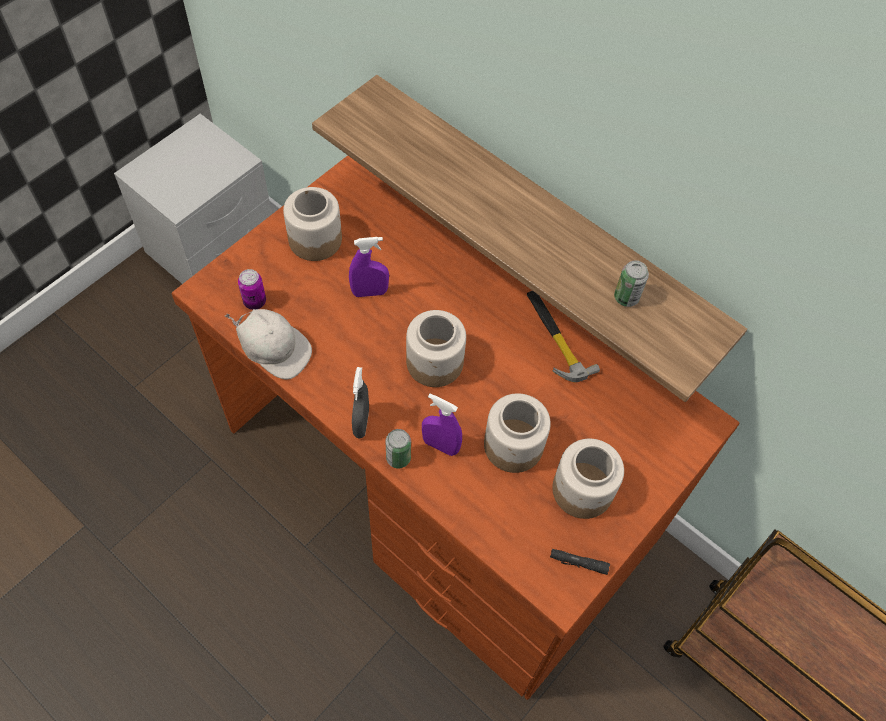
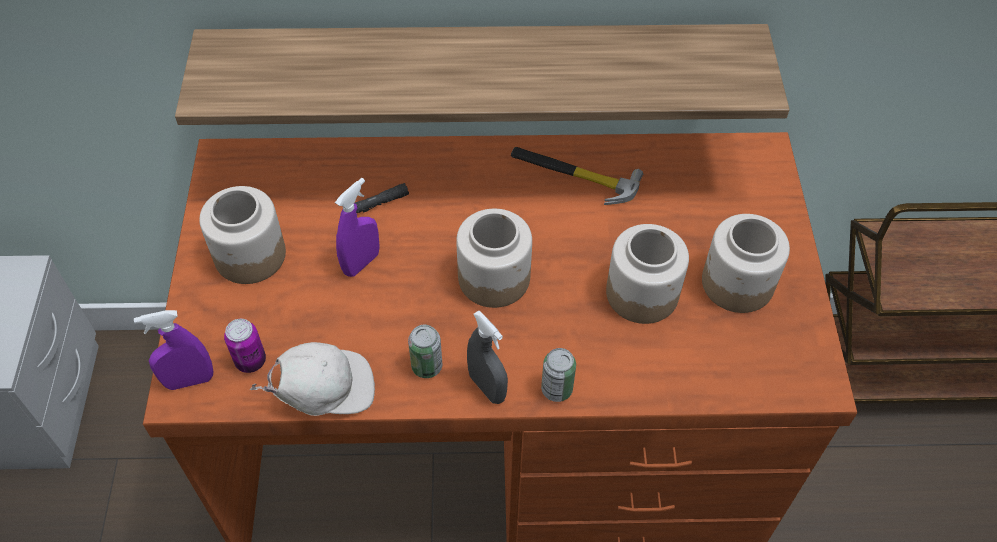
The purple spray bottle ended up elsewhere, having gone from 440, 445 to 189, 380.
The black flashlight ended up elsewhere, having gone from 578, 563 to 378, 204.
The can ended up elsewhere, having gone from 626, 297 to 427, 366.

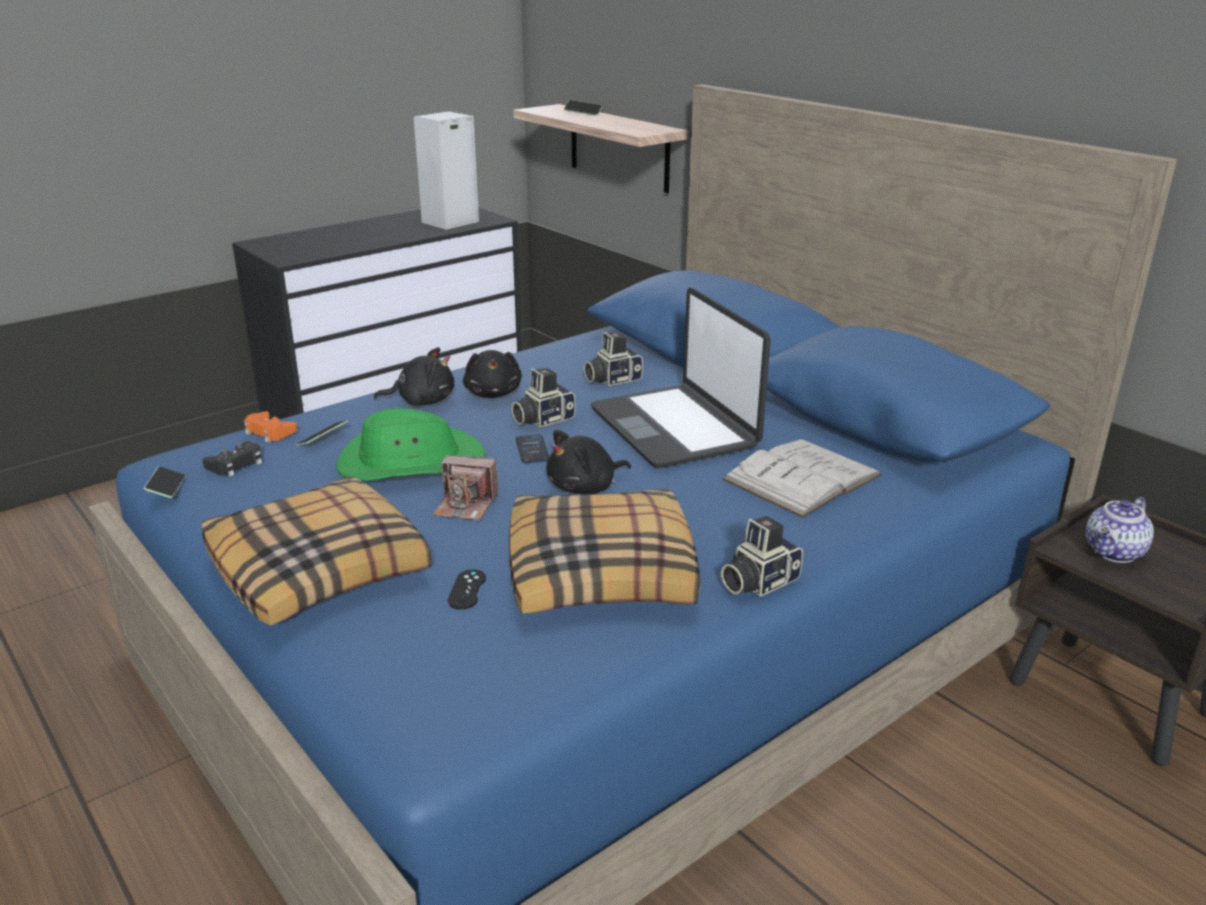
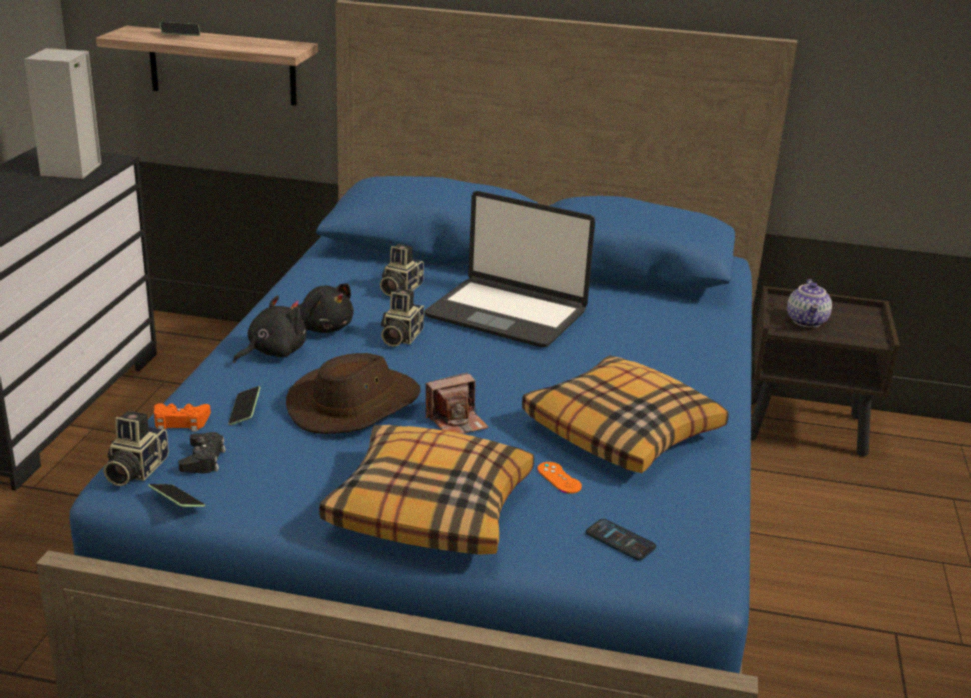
The second view lost the black plush toy at 585, 487.
The second view lost the white book at 802, 477.
The phone ended up elsewhere, having gone from 532, 450 to 620, 540.
The photo camera ended up elsewhere, having gone from 757, 582 to 134, 470.
What was the green hat at 410, 462 turned into the brown hat at 354, 404.
What was the black game controller at 467, 589 turned into the orange game controller at 559, 478.

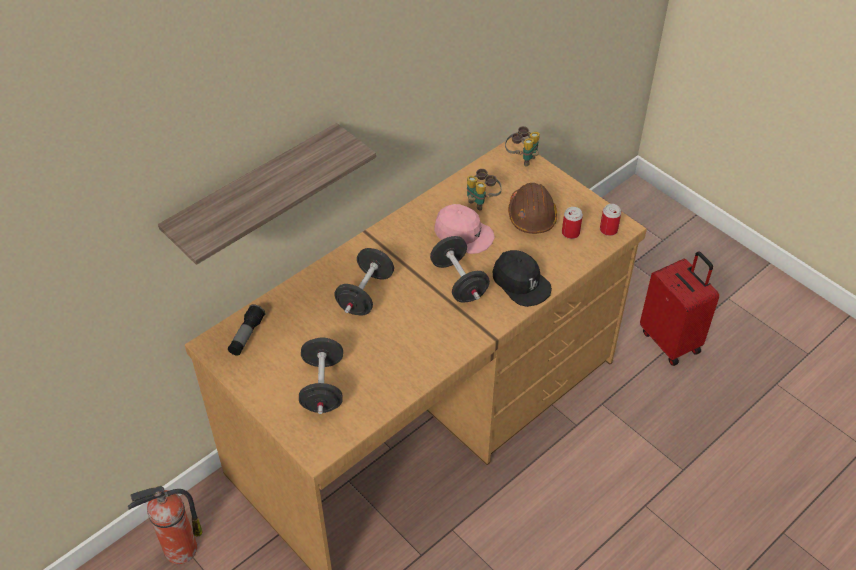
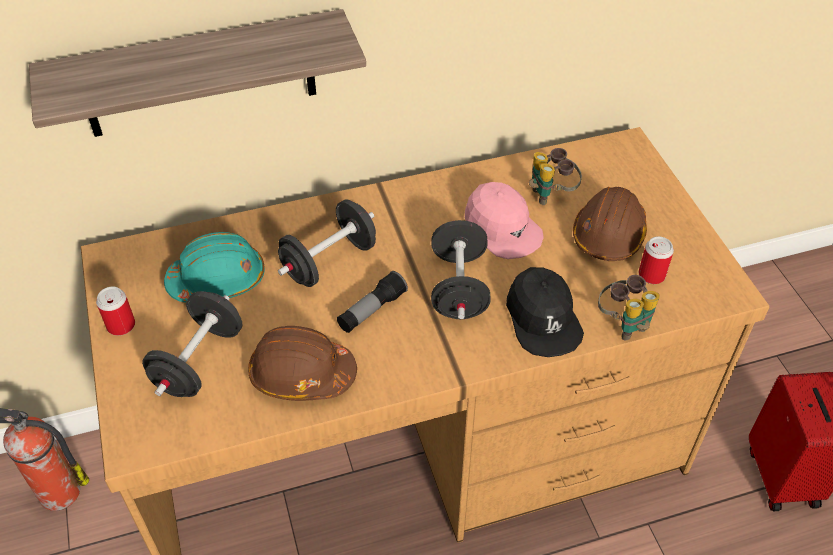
The second view gained the turquoise hard hat at 218, 280.
The second view gained the brown hard hat at 301, 374.
The flashlight ended up elsewhere, having gone from 246, 336 to 372, 310.
The binoculars ended up elsewhere, having gone from 521, 158 to 624, 323.
The can ended up elsewhere, having gone from 608, 230 to 121, 325.

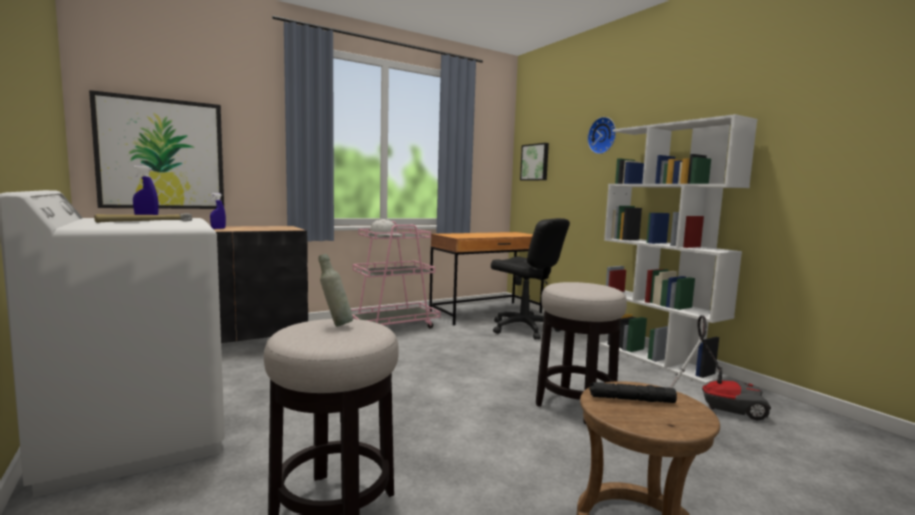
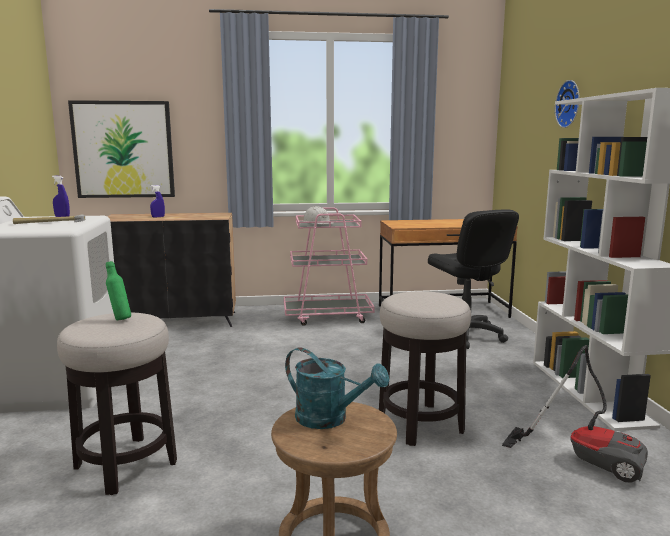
The second view lost the picture at 535, 162.
Where the black flashlight stood at 631, 399, the turquoise watering can came to stand at 330, 419.
What was the grey bottle at 335, 325 turned into the green bottle at 119, 319.

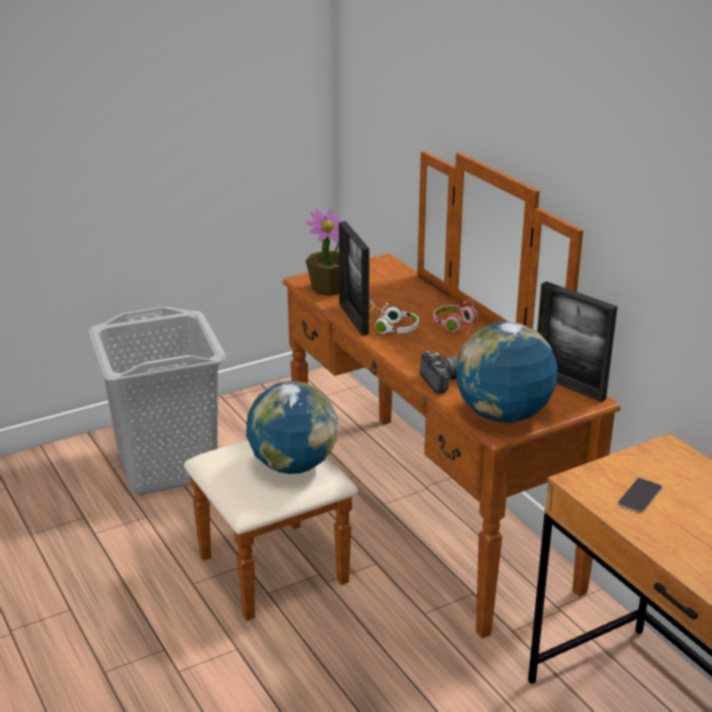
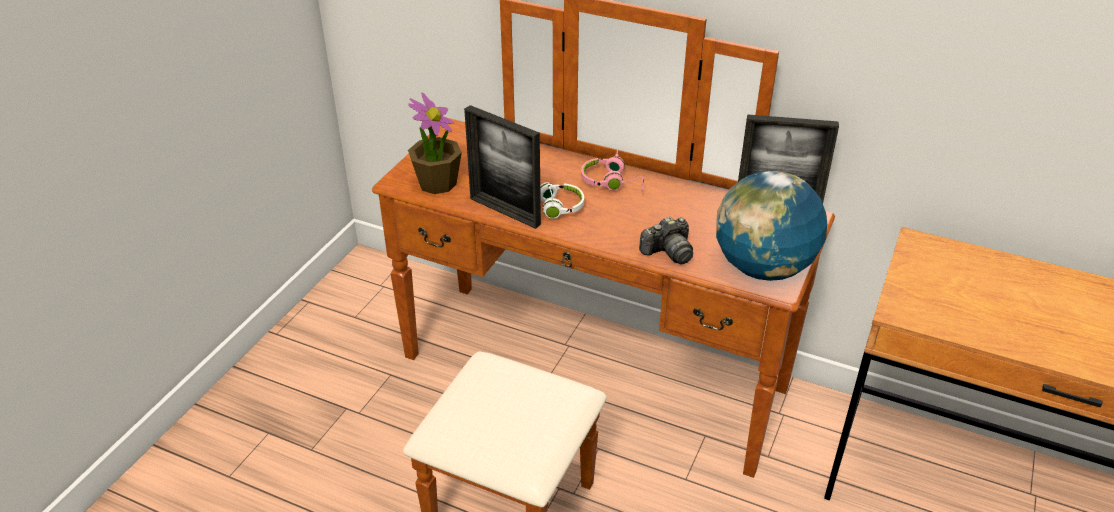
The second view lost the grey laundry basket at 168, 465.
The second view lost the globe at 293, 465.
The second view lost the phone at 640, 495.
The photo camera at 440, 381 ended up facing another way, 120 degrees clockwise from before.

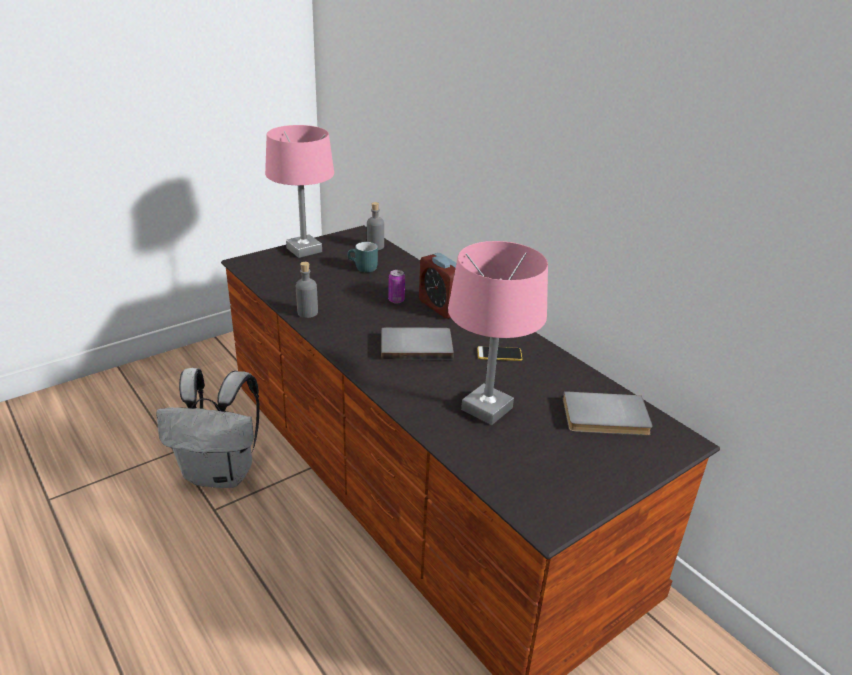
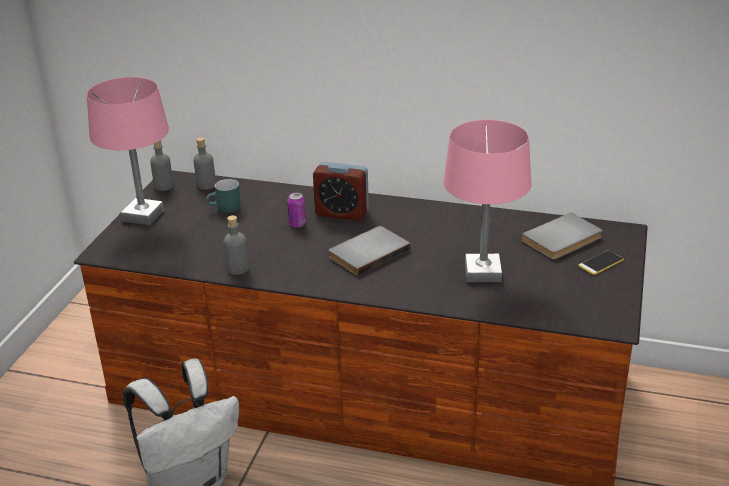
The second view gained the grey bottle at 164, 186.
The phone ended up elsewhere, having gone from 499, 354 to 601, 263.

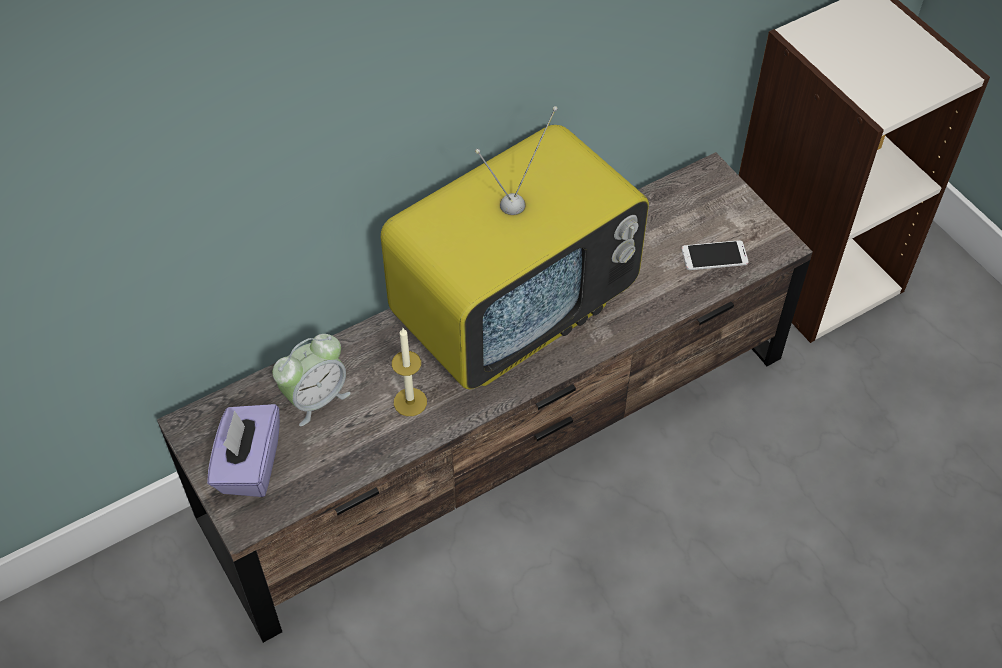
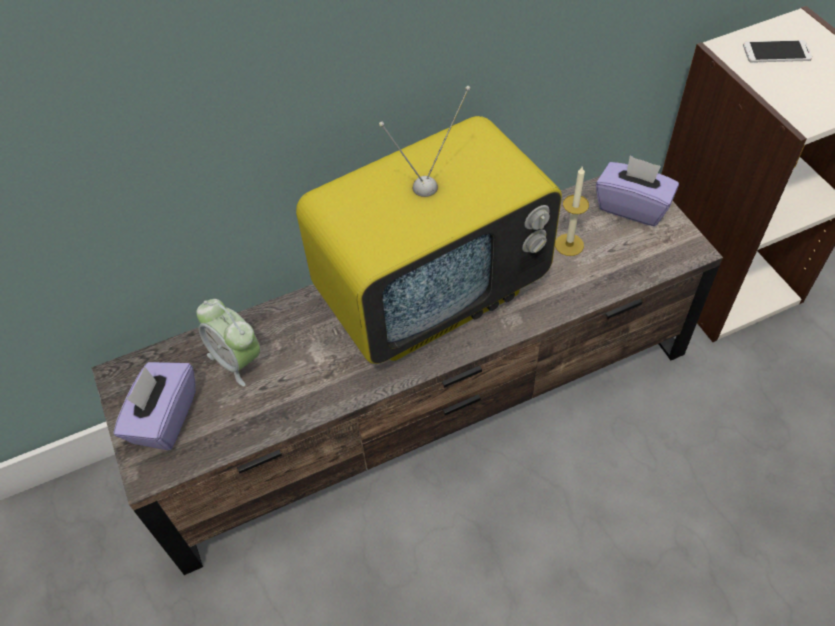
The second view gained the purple tissue box at 632, 206.
The candle ended up elsewhere, having gone from 410, 402 to 569, 244.
The phone ended up elsewhere, having gone from 714, 256 to 776, 52.
The alarm clock at 316, 398 ended up facing another way, 75 degrees clockwise from before.

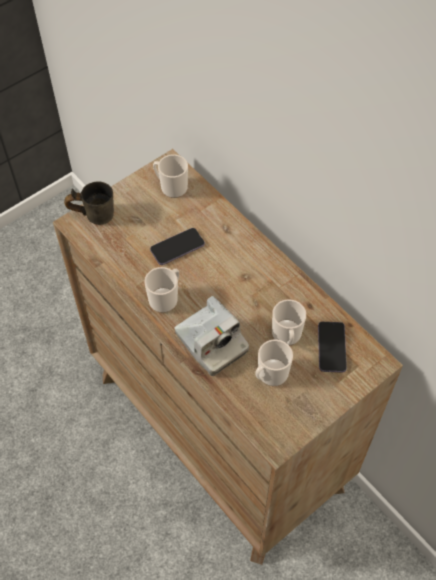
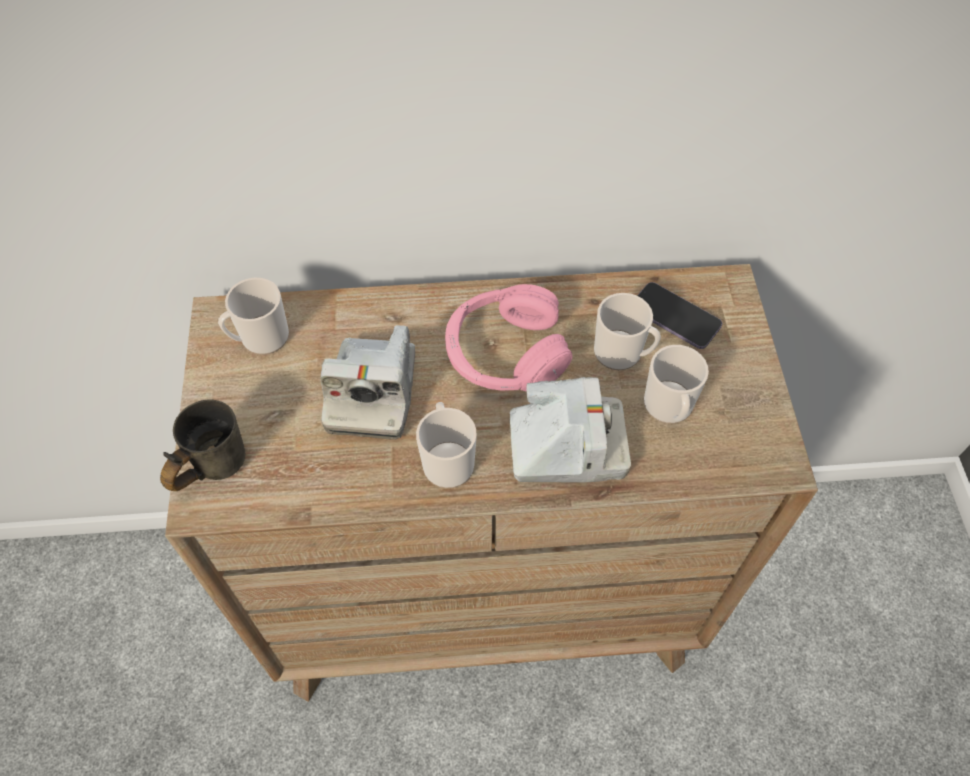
The second view gained the pink headphones at 505, 353.
Where the phone stood at 177, 247, the photo camera came to stand at 372, 393.

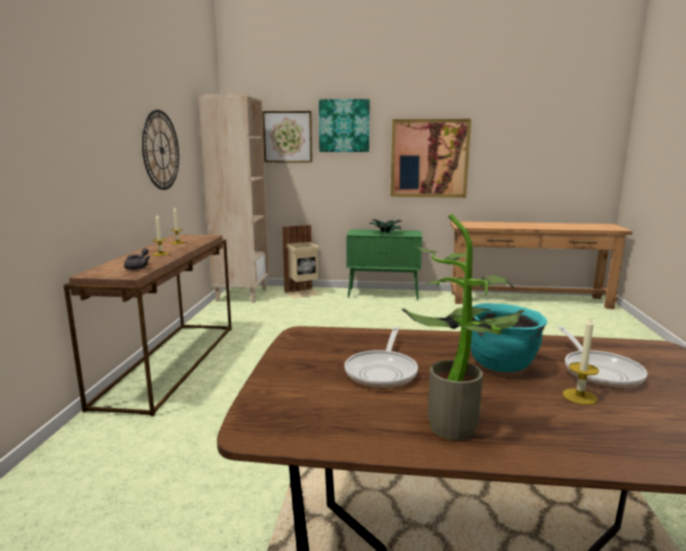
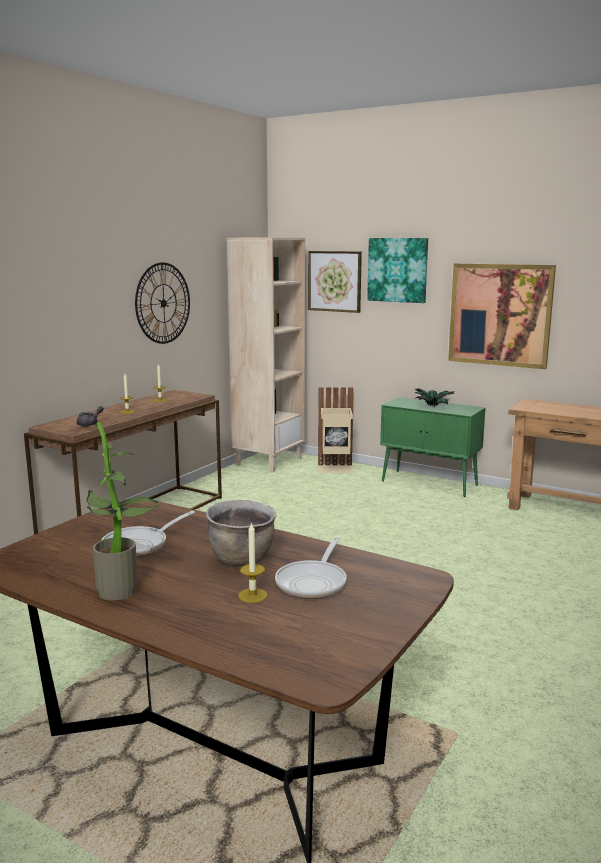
What was the turquoise cooking pot at 501, 364 turned into the brown cooking pot at 242, 559.

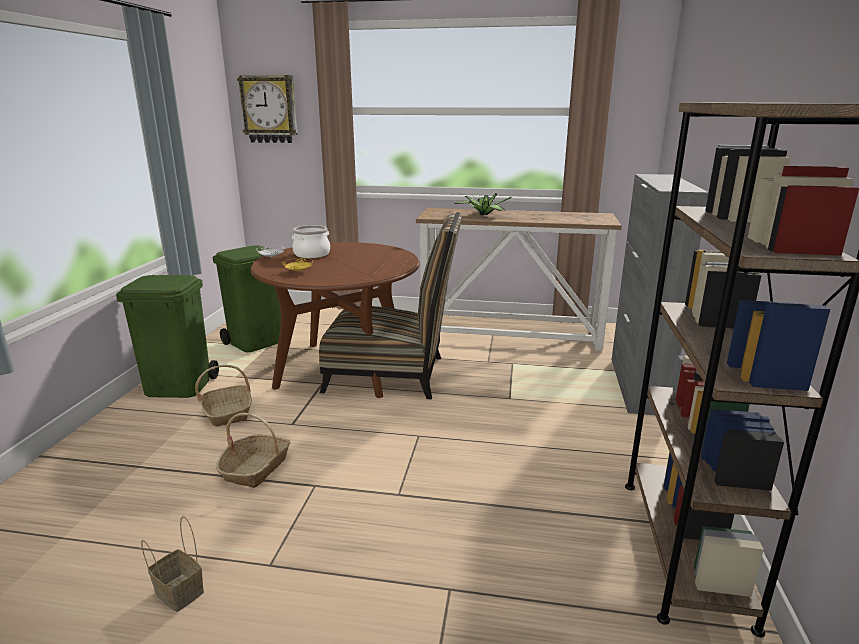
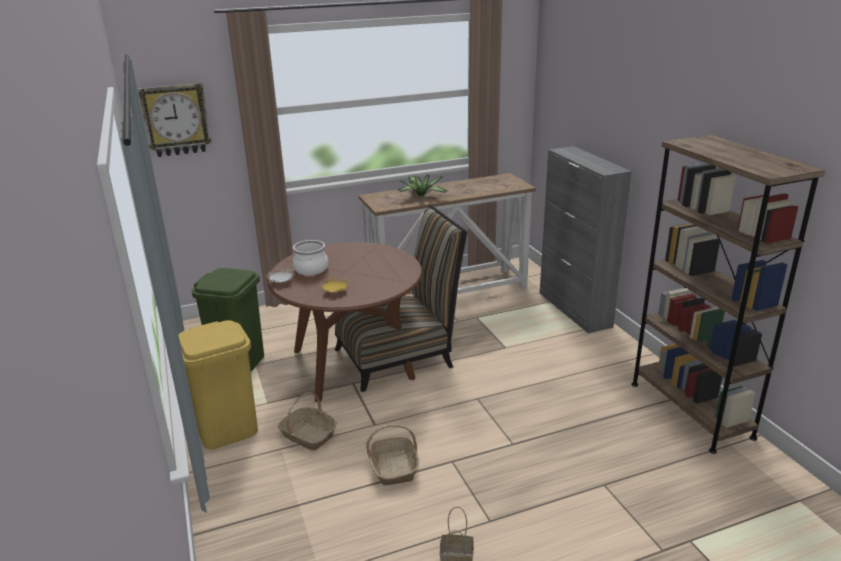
What was the green trash can at 179, 387 turned into the yellow trash can at 228, 430.

